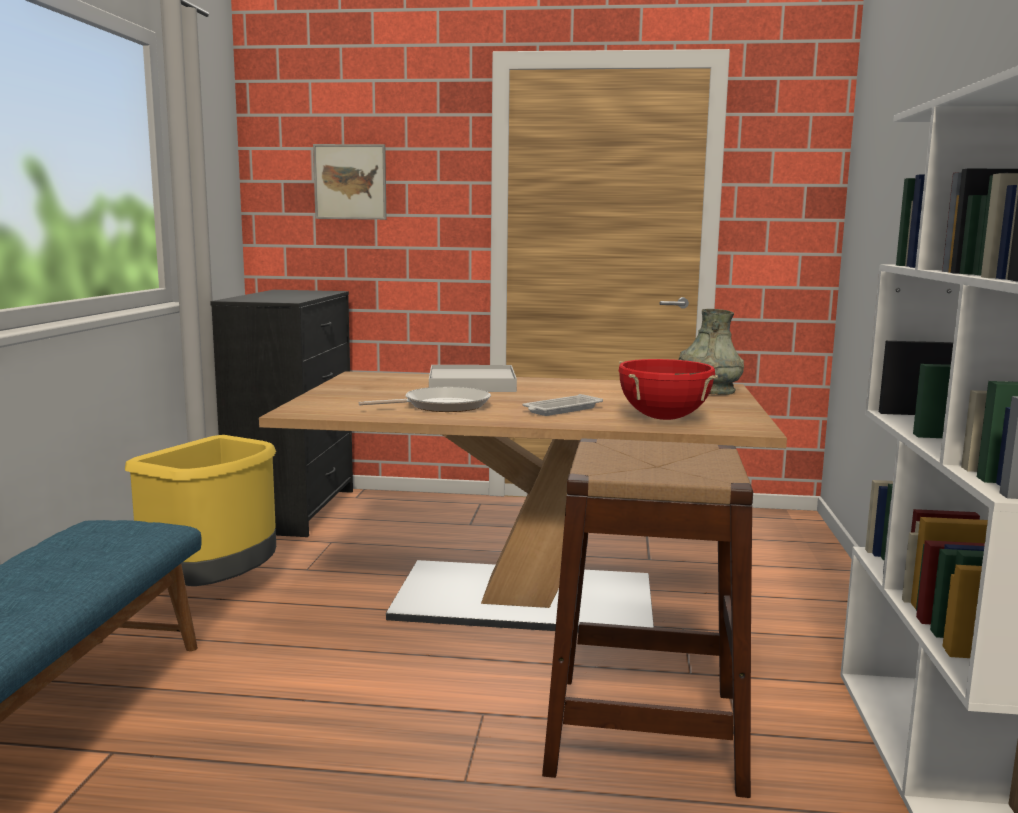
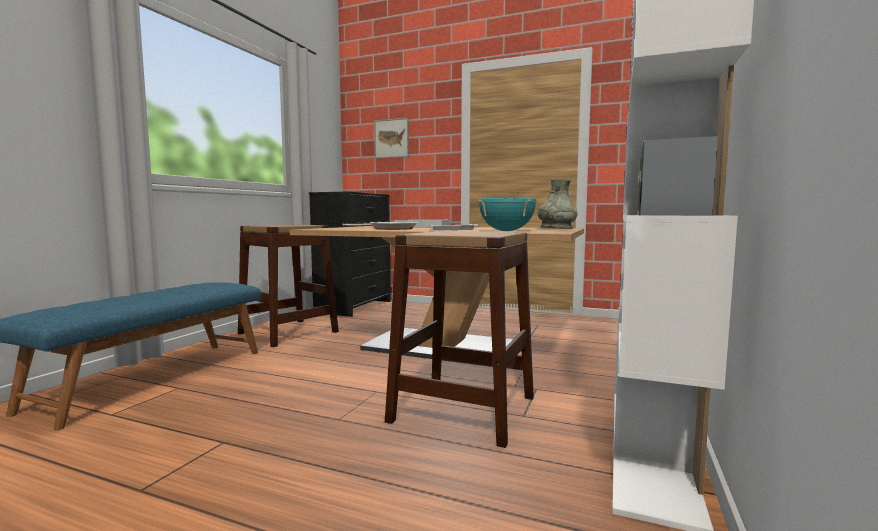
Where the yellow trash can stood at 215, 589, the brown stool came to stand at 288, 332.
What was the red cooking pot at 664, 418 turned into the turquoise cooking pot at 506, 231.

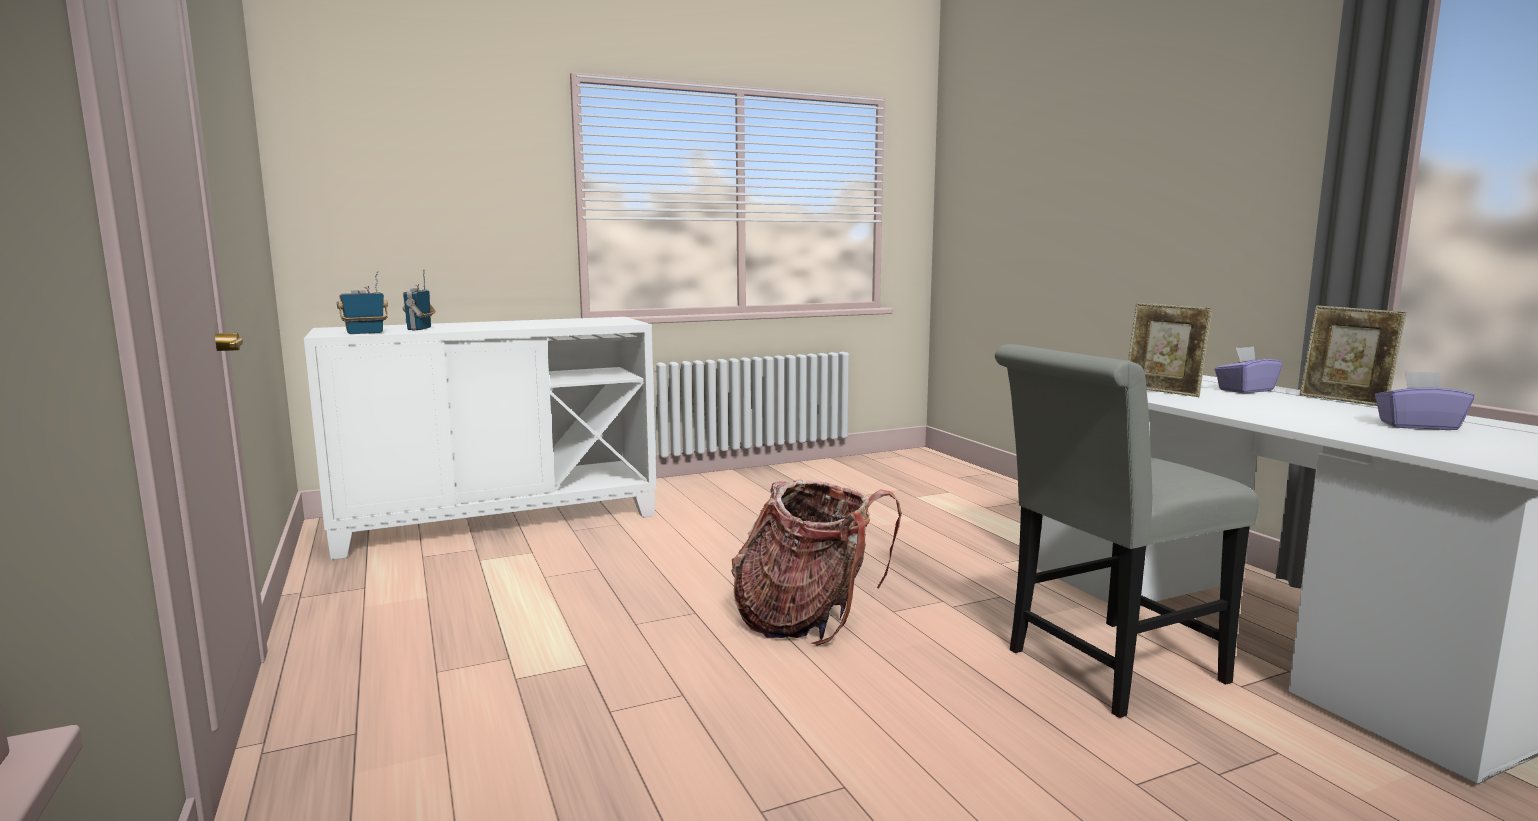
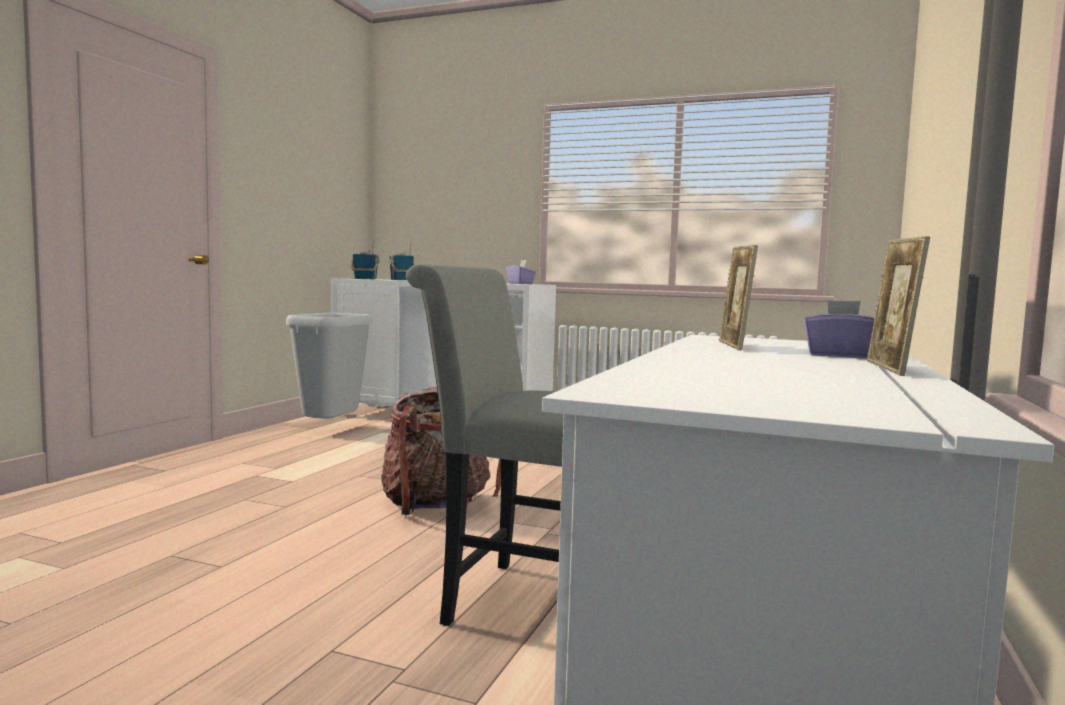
The second view gained the grey trash can at 330, 429.
The purple tissue box ended up elsewhere, having gone from 1417, 426 to 520, 283.

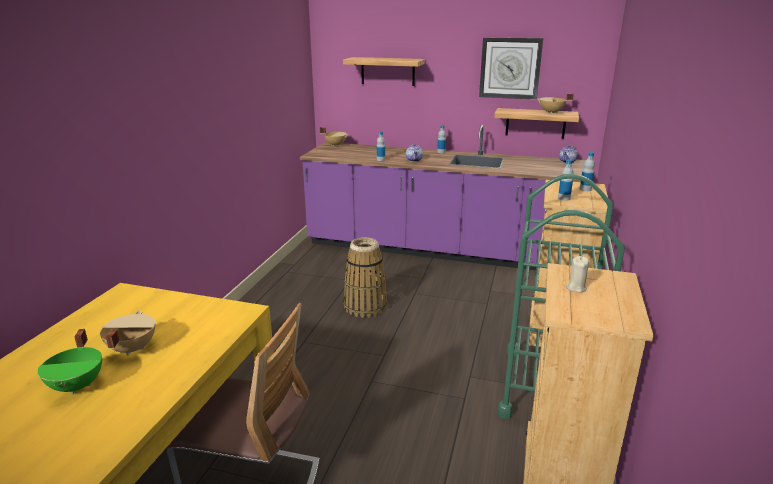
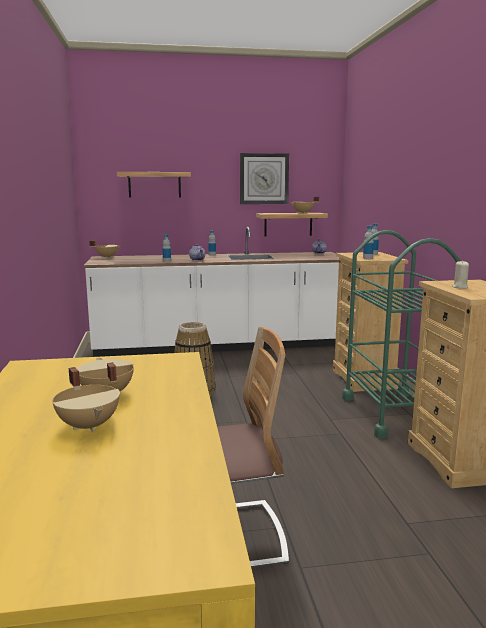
What was the green cooking pot at 78, 385 turned into the beige cooking pot at 89, 425.
What was the purple counter at 437, 250 turned into the white counter at 219, 346.

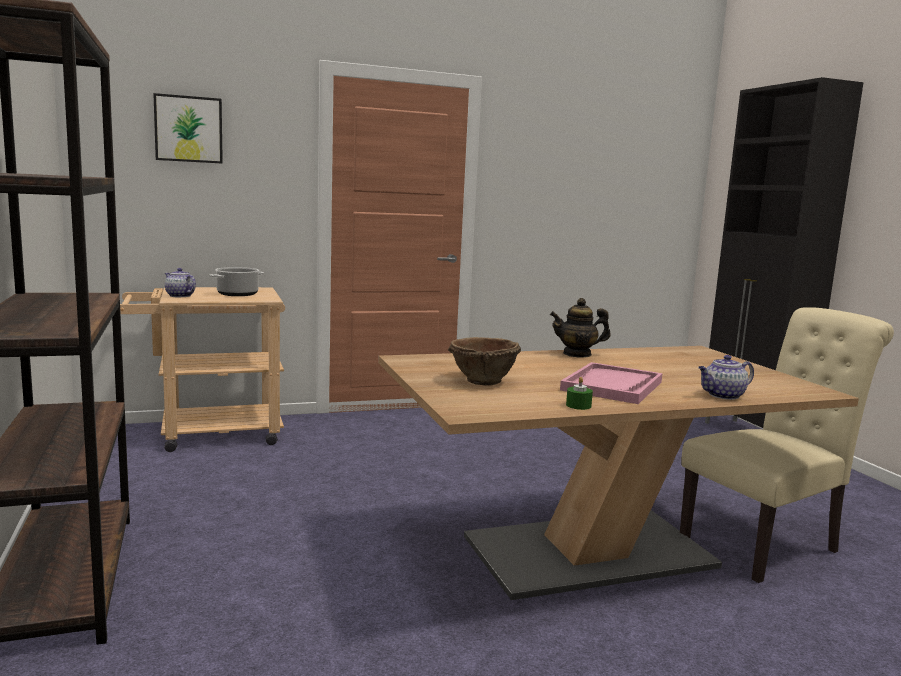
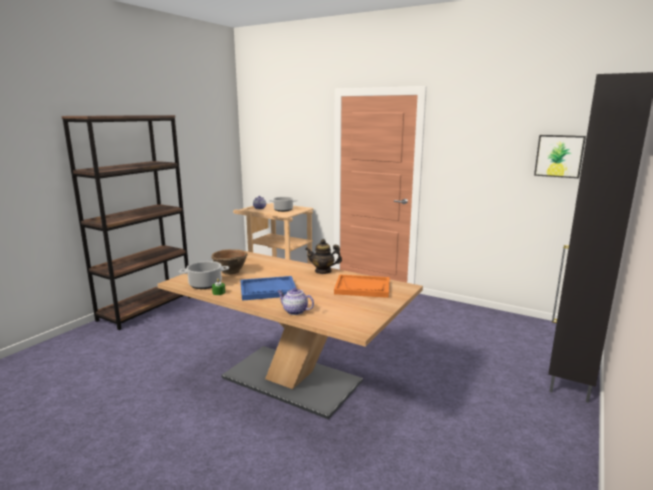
The second view lost the beige chair at 766, 544.
The second view gained the cooking pot at 206, 284.
The second view gained the orange tray at 362, 287.
The picture ended up elsewhere, having gone from 188, 129 to 559, 156.
What was the pink tray at 612, 386 turned into the blue tray at 268, 290.
The teapot at 577, 354 ended up facing another way, 45 degrees counterclockwise from before.

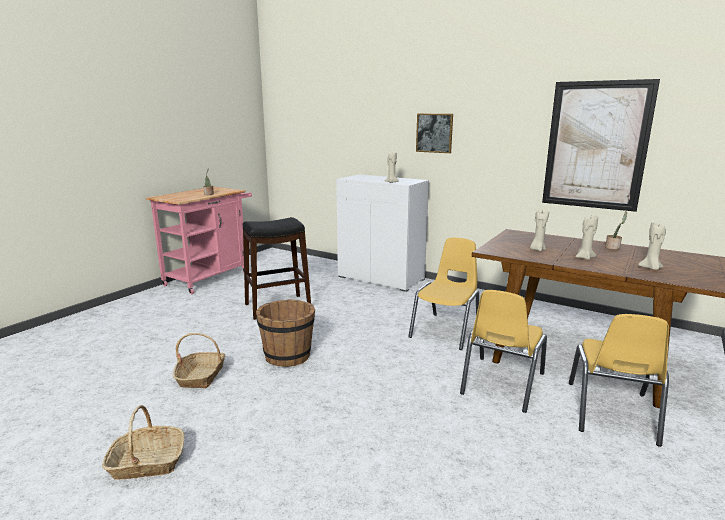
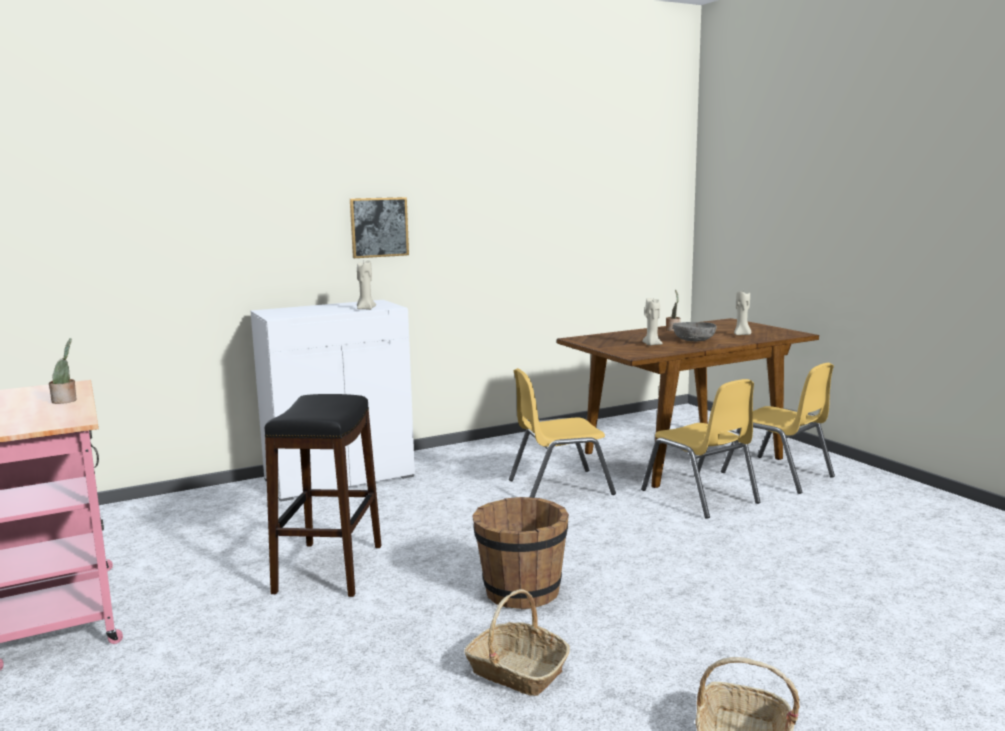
The second view lost the picture at 596, 146.
Where the beige candle stood at 584, 258, the grey bowl came to stand at 694, 340.
The yellow chair at 446, 331 ended up facing another way, 75 degrees counterclockwise from before.

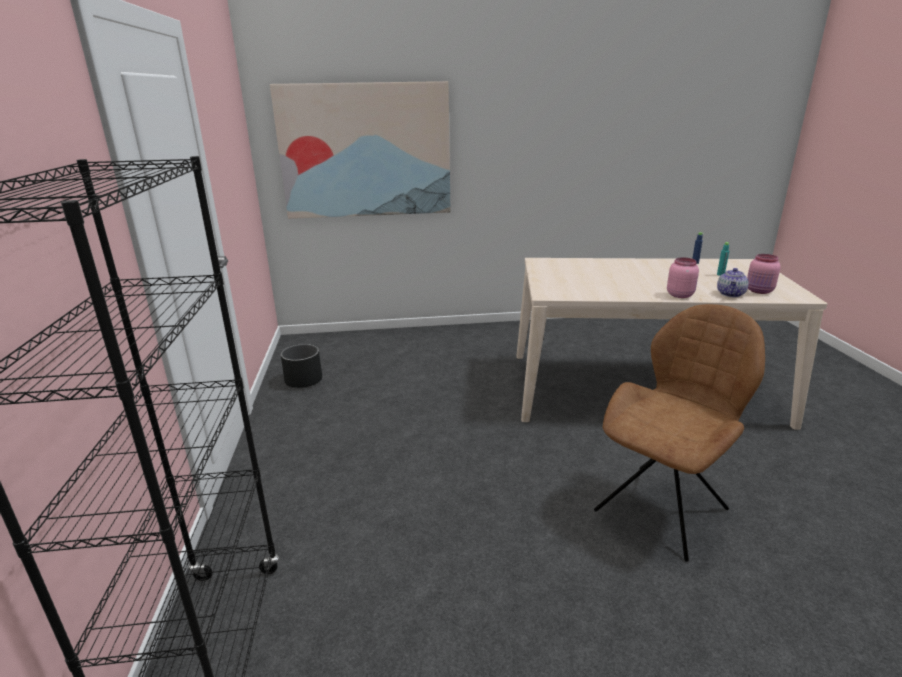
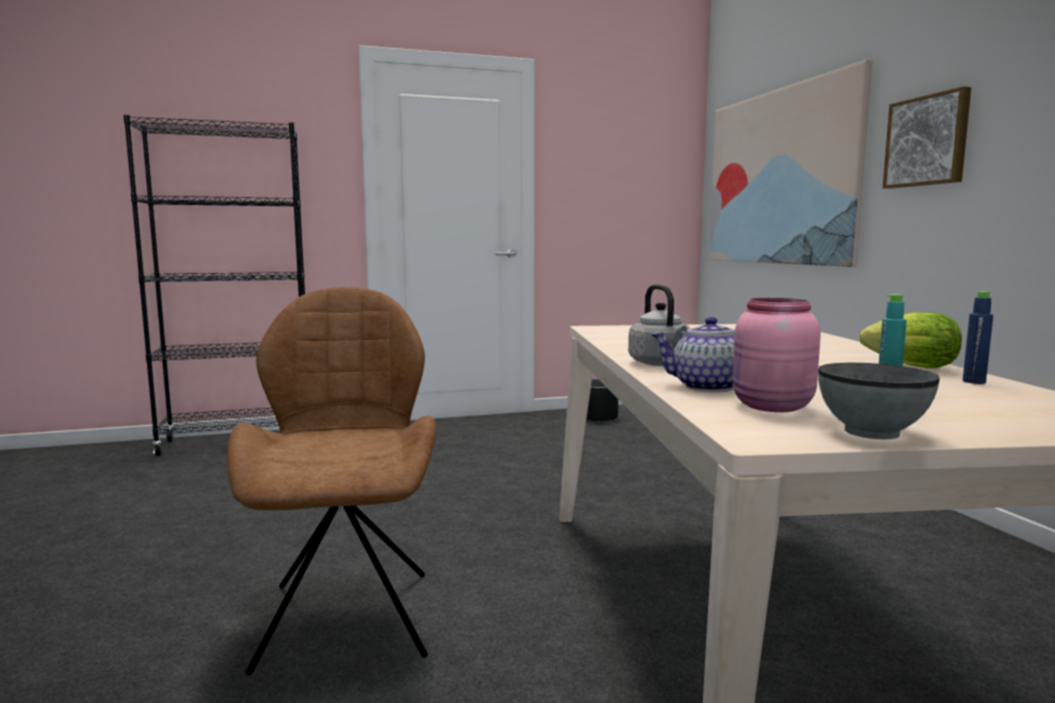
The second view gained the grey bowl at 871, 432.
The second view gained the lettuce at 905, 366.
The second view gained the picture at 928, 141.
Where the pink jar stood at 680, 295, the grey kettle came to stand at 661, 364.
The brown chair at 663, 507 ended up facing another way, 135 degrees counterclockwise from before.

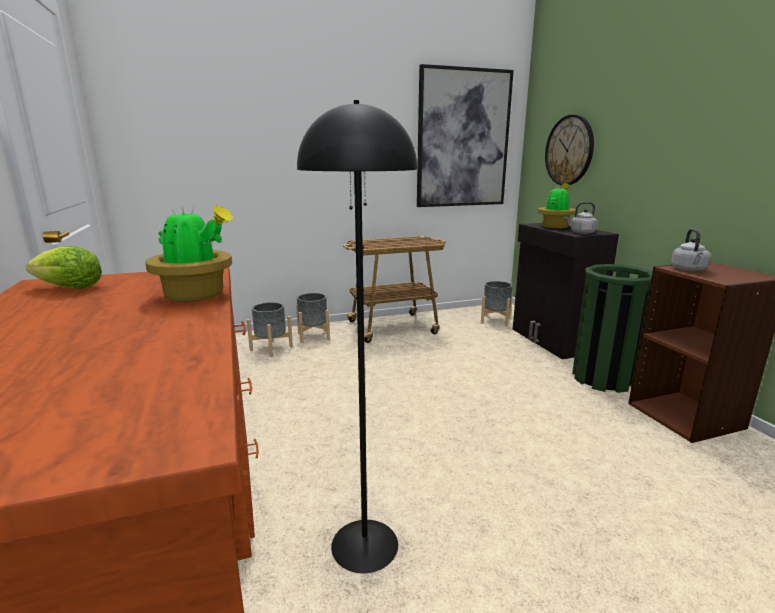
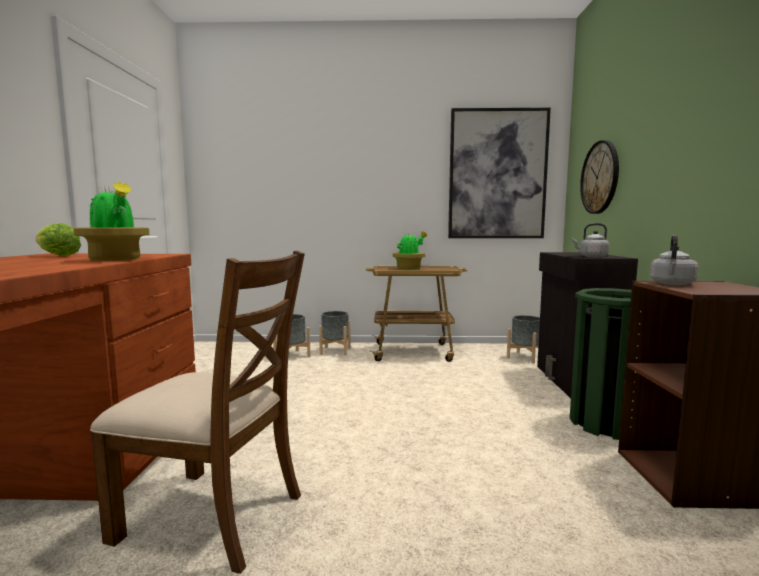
The potted plant ended up elsewhere, having gone from 555, 227 to 409, 269.
Where the black floor lamp stood at 365, 545, the brown chair came to stand at 213, 516.

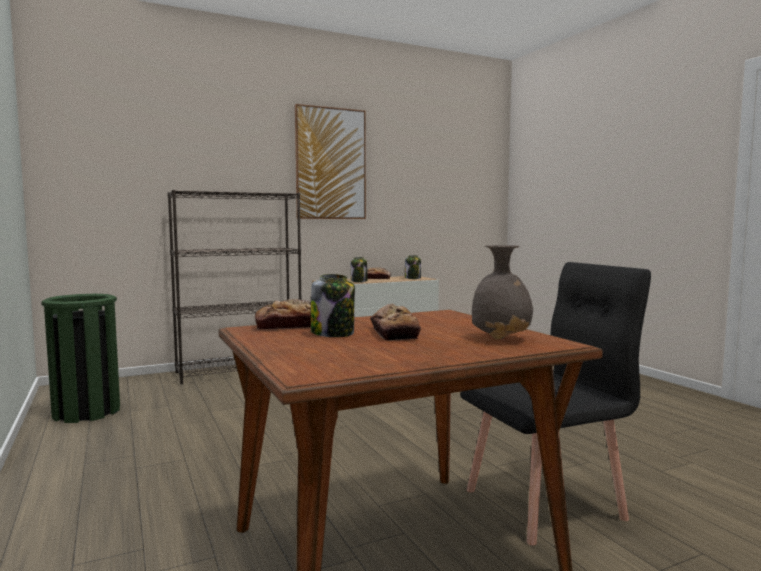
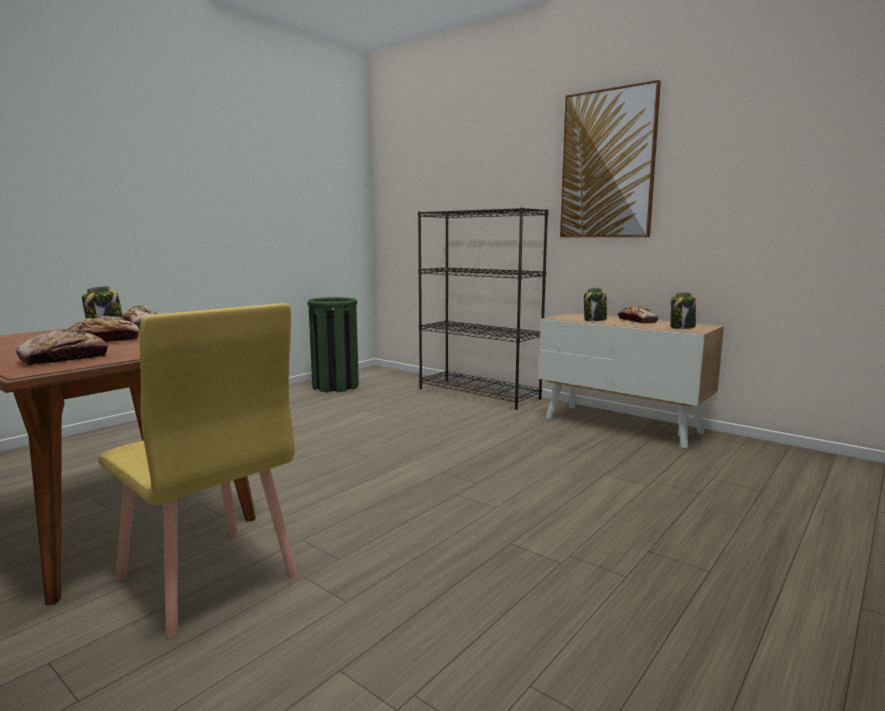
Where the grey vase stood at 502, 338, the bread came to stand at 64, 359.
What was the black chair at 545, 504 turned into the yellow chair at 206, 578.

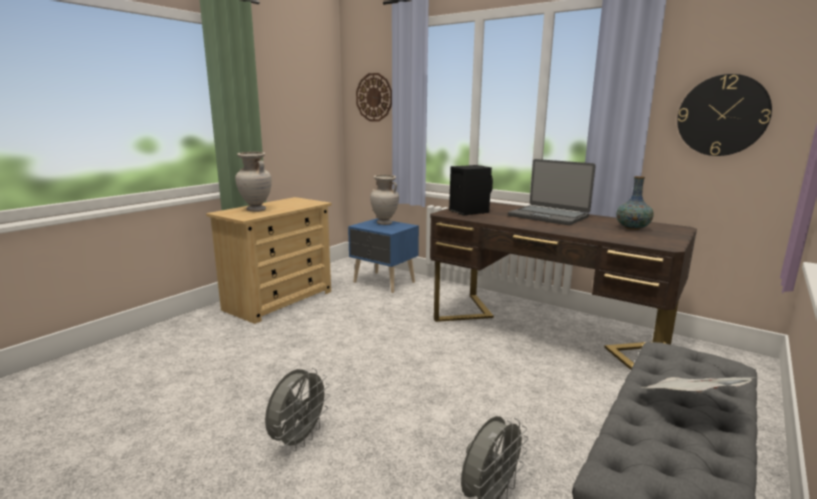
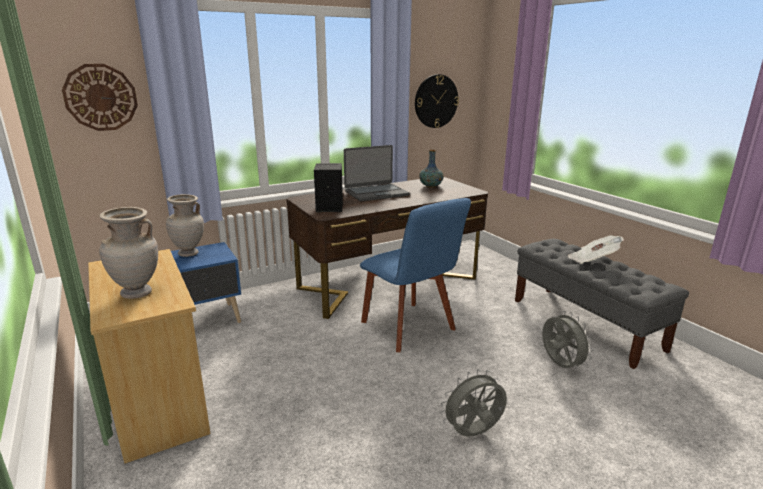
The second view gained the blue chair at 410, 328.
The grey fan at 298, 440 ended up facing another way, 75 degrees counterclockwise from before.

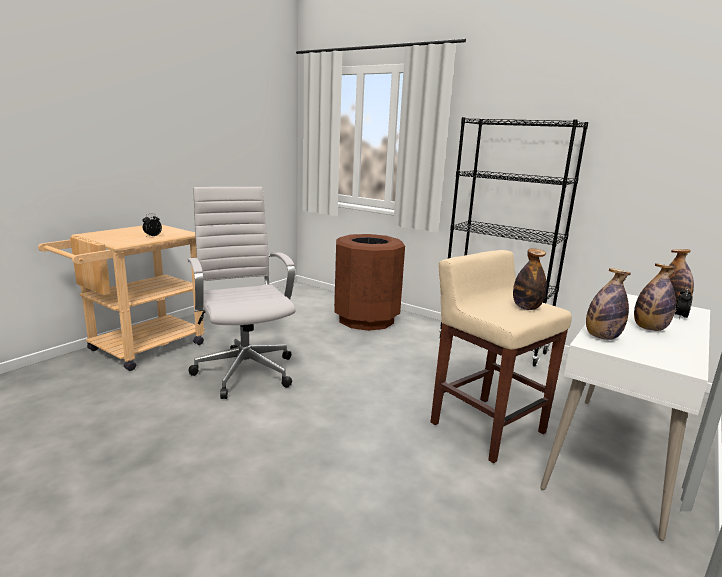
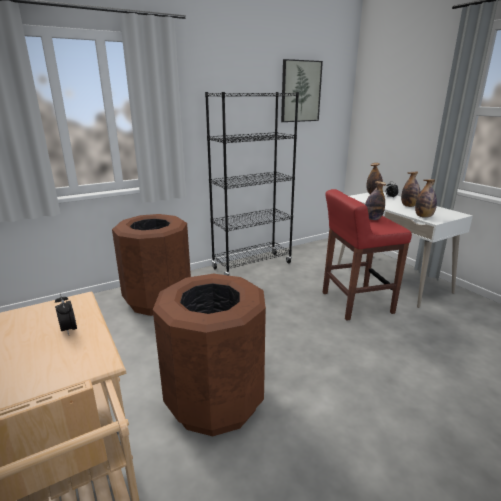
The second view gained the picture at 300, 91.
Where the white office chair stood at 244, 370, the brown trash can came to stand at 214, 401.
What was the beige stool at 486, 427 turned into the red stool at 355, 303.

